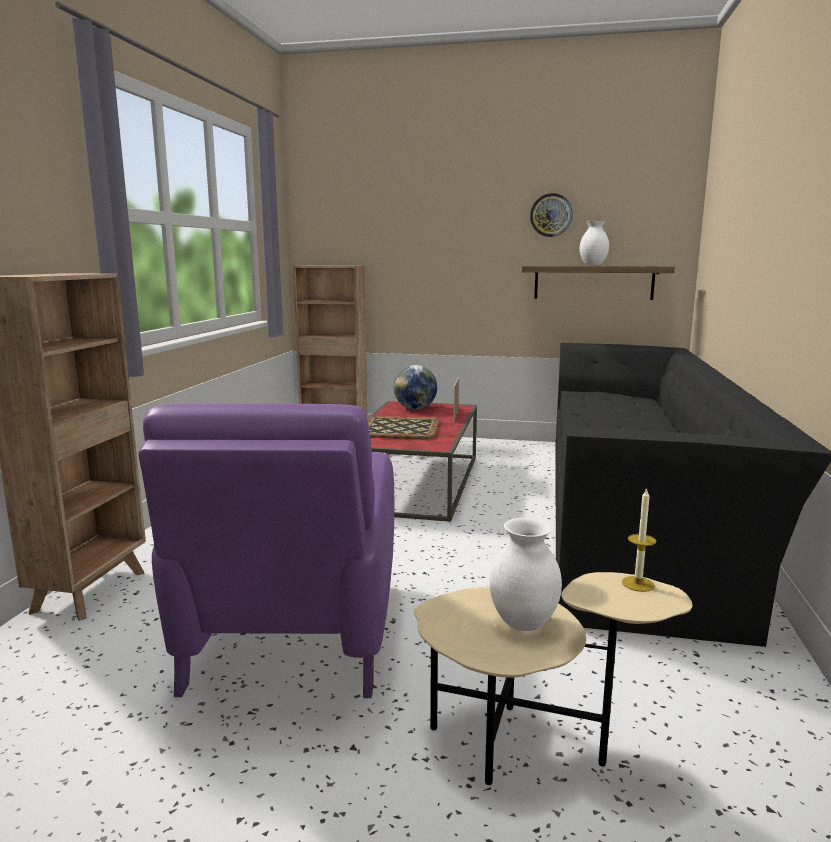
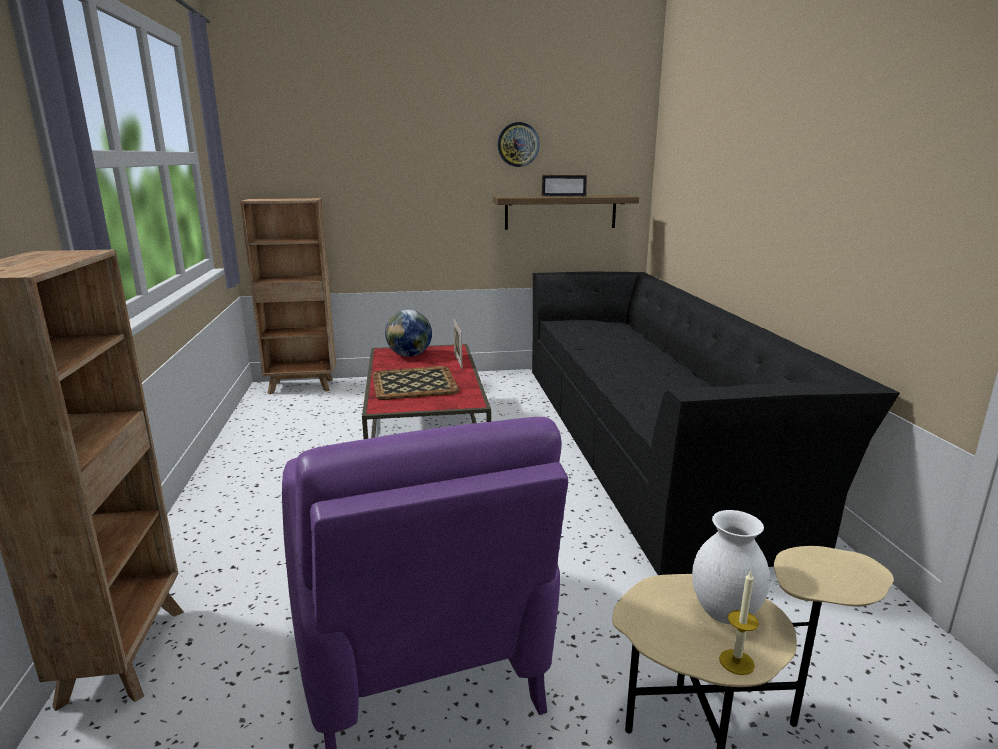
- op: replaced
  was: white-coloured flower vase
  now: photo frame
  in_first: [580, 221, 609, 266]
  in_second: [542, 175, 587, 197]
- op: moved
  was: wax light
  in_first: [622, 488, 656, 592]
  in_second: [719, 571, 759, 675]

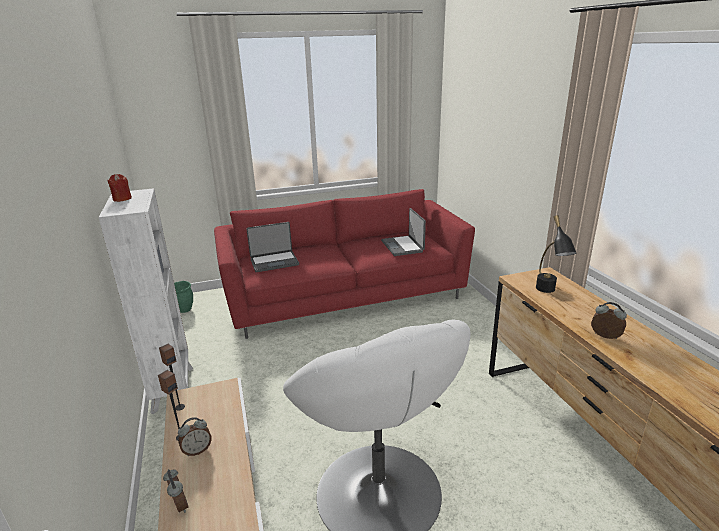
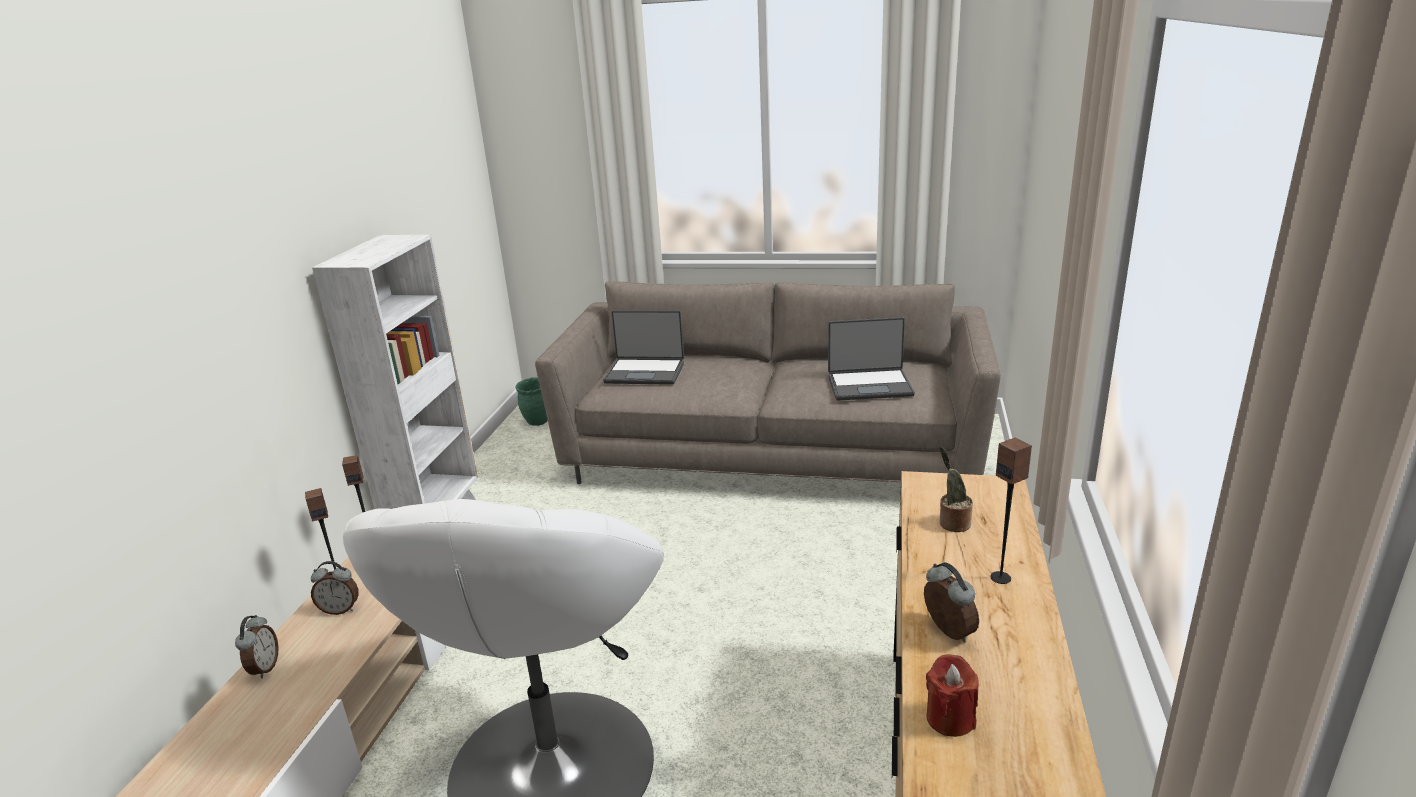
- op: moved
  was: red wax light
  in_first: [108, 174, 132, 202]
  in_second: [926, 654, 979, 737]
- op: recoloured
  was: red couch
  now: beige-coloured couch
  in_first: [214, 189, 475, 339]
  in_second: [535, 281, 1001, 484]
- op: turned
  was: notebook computer
  in_first: [381, 208, 426, 256]
  in_second: [828, 317, 915, 401]
  clockwise: -105
- op: replaced
  was: black table lamp
  now: plant in a pot
  in_first: [536, 215, 576, 293]
  in_second: [939, 446, 973, 532]
- op: added
  now: loudspeaker
  in_second: [990, 437, 1032, 584]

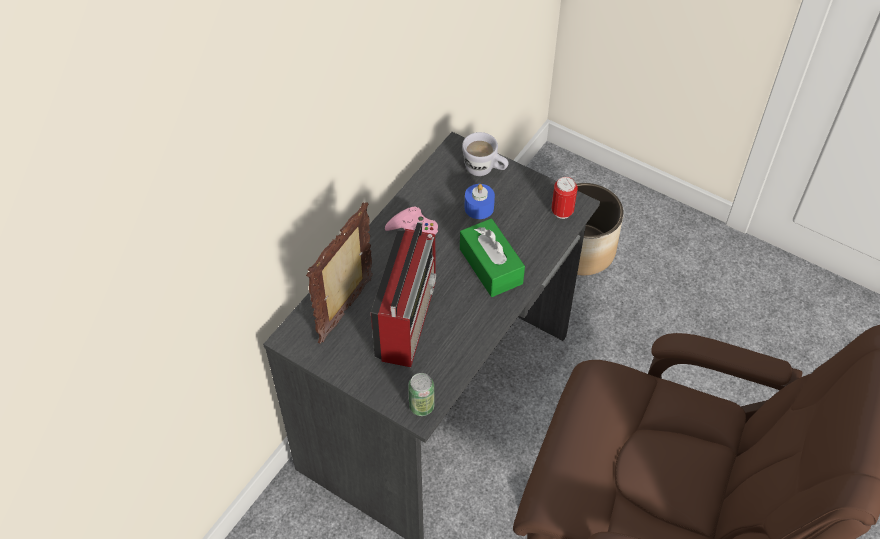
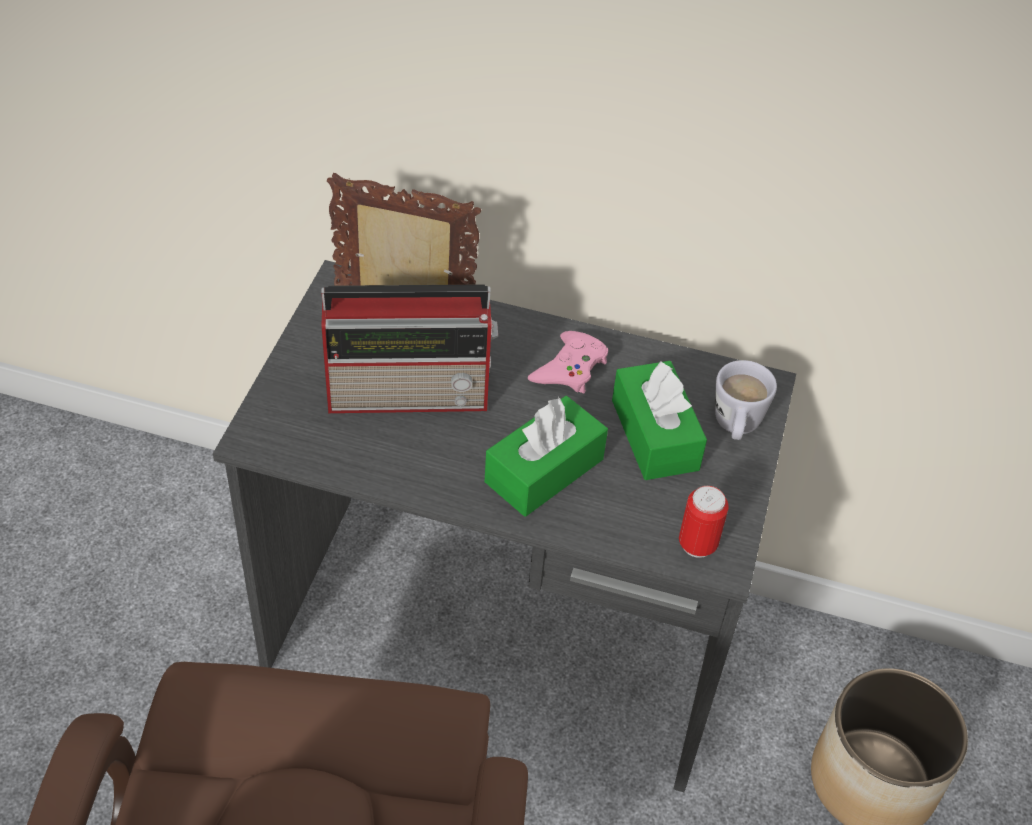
- op: removed
  was: can
  in_first: [408, 373, 434, 416]
- op: replaced
  was: bluish wax light
  now: green-coloured tissue box
  in_first: [464, 184, 495, 219]
  in_second: [612, 361, 707, 480]

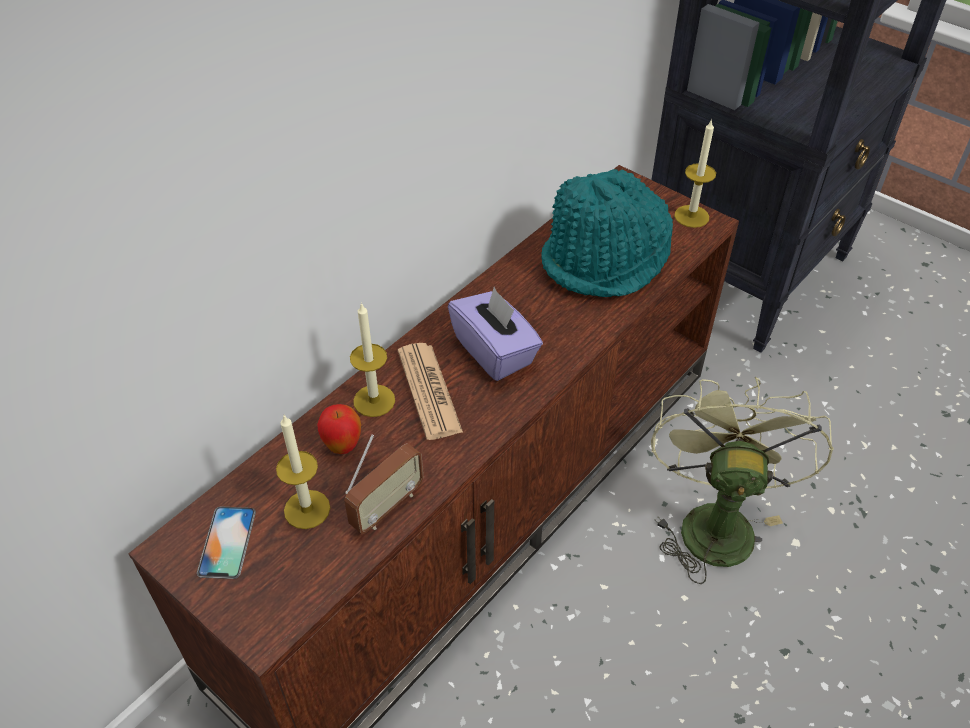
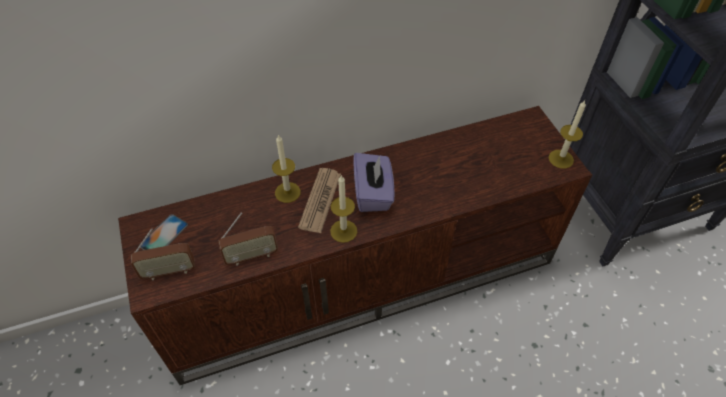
- op: moved
  was: wax light
  in_first: [276, 415, 330, 529]
  in_second: [330, 175, 357, 243]
- op: removed
  was: apple
  in_first: [317, 404, 361, 454]
- op: removed
  was: turquoise-coloured hat
  in_first: [541, 169, 673, 297]
- op: removed
  was: green-coloured cooling fan
  in_first: [651, 377, 834, 584]
- op: added
  now: radio set
  in_second: [131, 228, 195, 280]

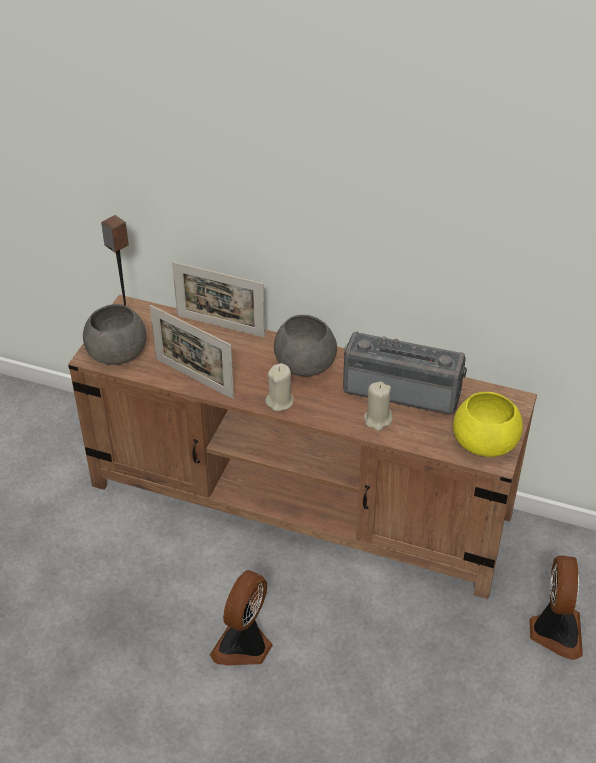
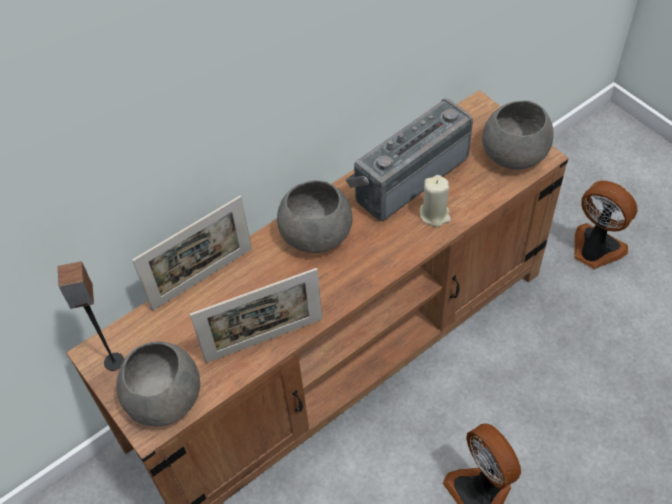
- op: removed
  was: beige-coloured wax light
  in_first: [265, 363, 294, 411]
- op: recoloured
  was: yellow-coloured bowl
  now: gray bowl
  in_first: [453, 392, 523, 457]
  in_second: [482, 101, 554, 170]

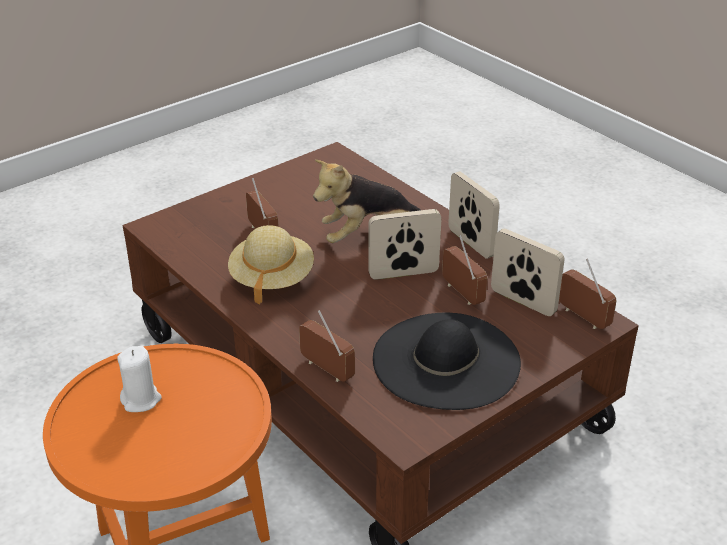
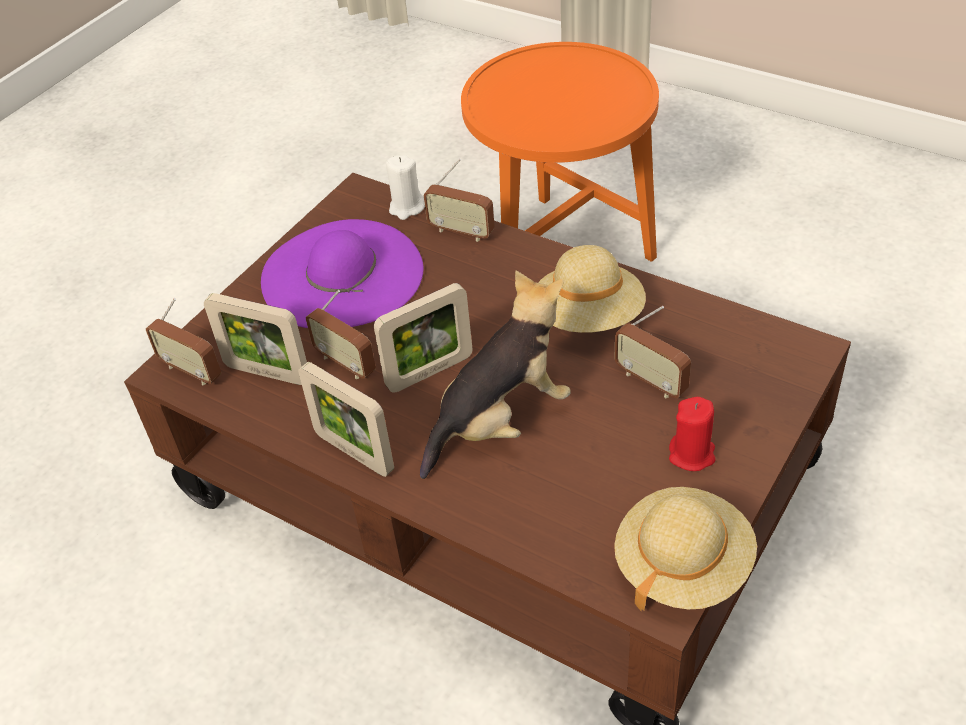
- op: moved
  was: white-coloured wax light
  in_first: [117, 346, 162, 412]
  in_second: [386, 155, 425, 220]
- op: recoloured
  was: black hat
  now: purplish hat
  in_first: [373, 313, 521, 410]
  in_second: [261, 219, 424, 328]
- op: added
  now: beige-coloured hat
  in_second: [614, 487, 757, 611]
- op: added
  now: red wax light
  in_second: [669, 397, 716, 471]

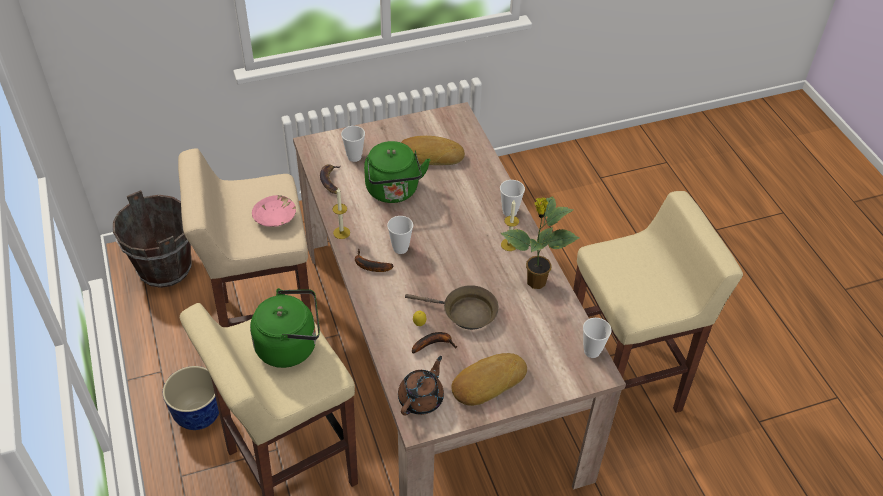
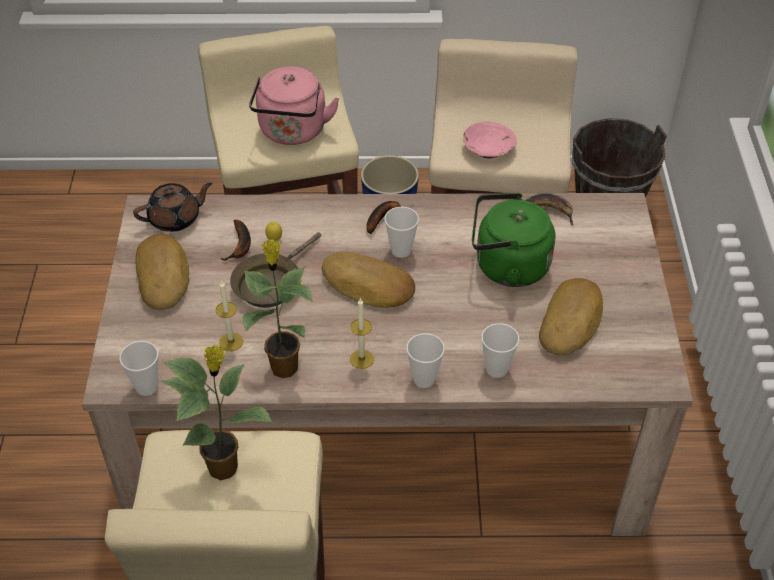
- op: recoloured
  was: green-coloured tea kettle
  now: pink-coloured tea kettle
  in_first: [250, 288, 320, 368]
  in_second: [249, 67, 340, 145]
- op: moved
  was: wax light
  in_first: [333, 188, 350, 239]
  in_second: [216, 280, 244, 351]
- op: moved
  was: small cup
  in_first: [341, 126, 365, 162]
  in_second: [481, 323, 520, 378]
- op: turned
  was: brown teapot
  in_first: [398, 356, 444, 416]
  in_second: [133, 183, 212, 232]
  clockwise: -75
- op: added
  now: plant in a pot
  in_second: [161, 345, 273, 480]
- op: added
  now: baked bread
  in_second: [322, 252, 415, 308]

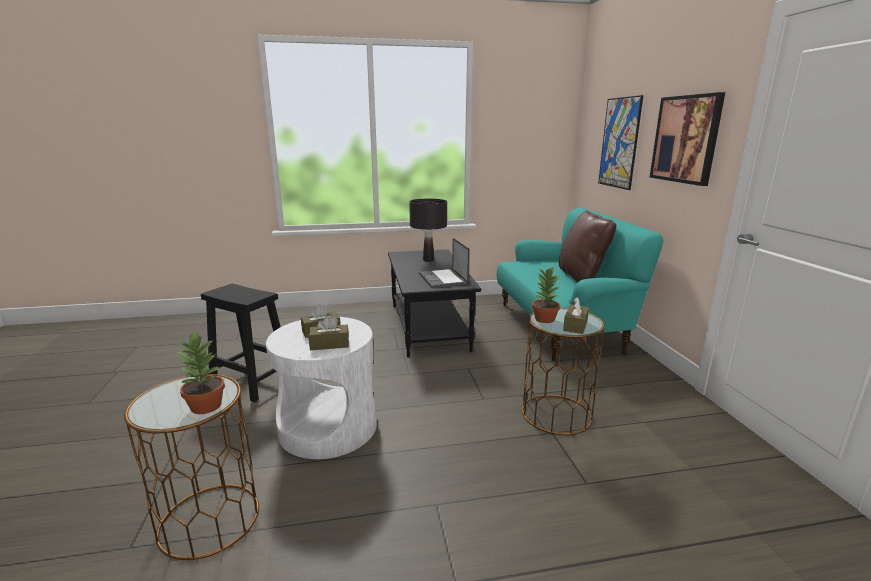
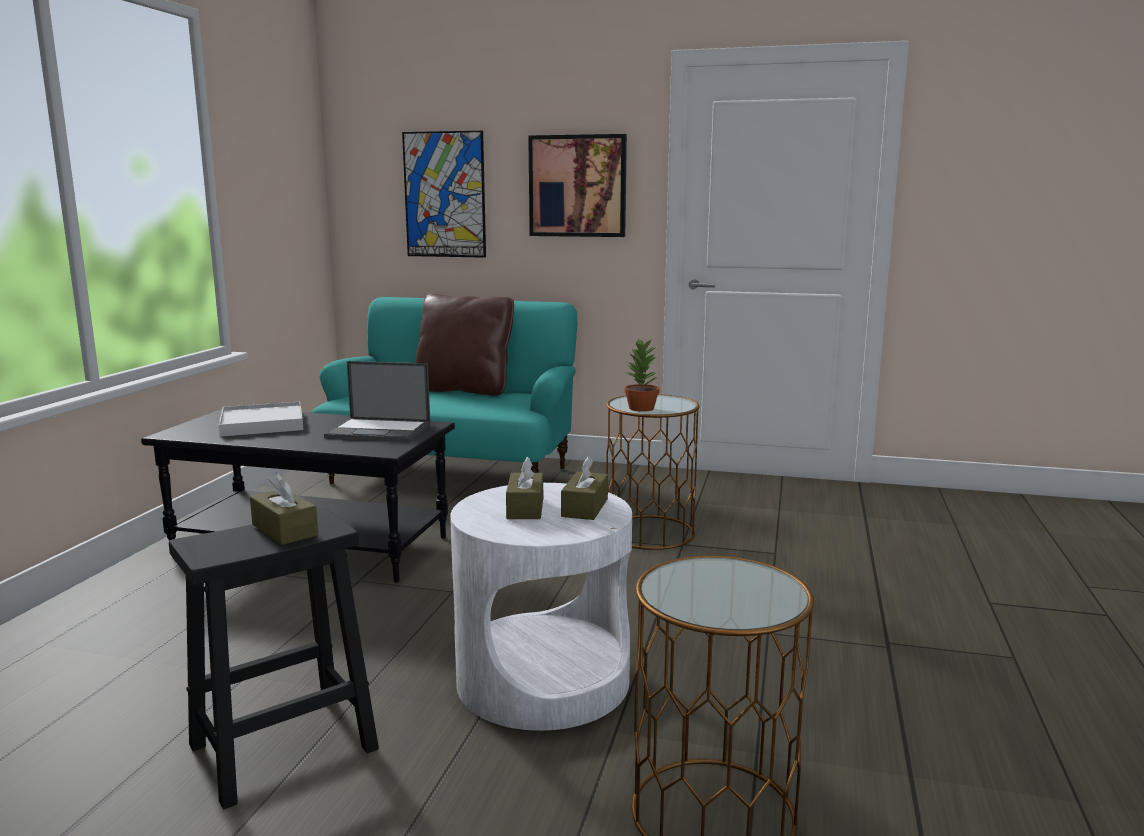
- op: removed
  was: plant in a pot
  in_first: [176, 331, 225, 414]
- op: replaced
  was: black table lamp
  now: white-coloured carrying tray
  in_first: [409, 199, 447, 262]
  in_second: [219, 402, 303, 437]
- op: moved
  was: brown tissue box
  in_first: [563, 297, 589, 334]
  in_second: [250, 472, 318, 545]

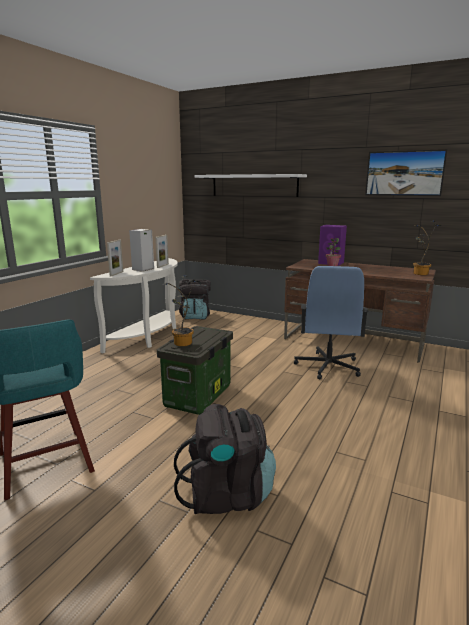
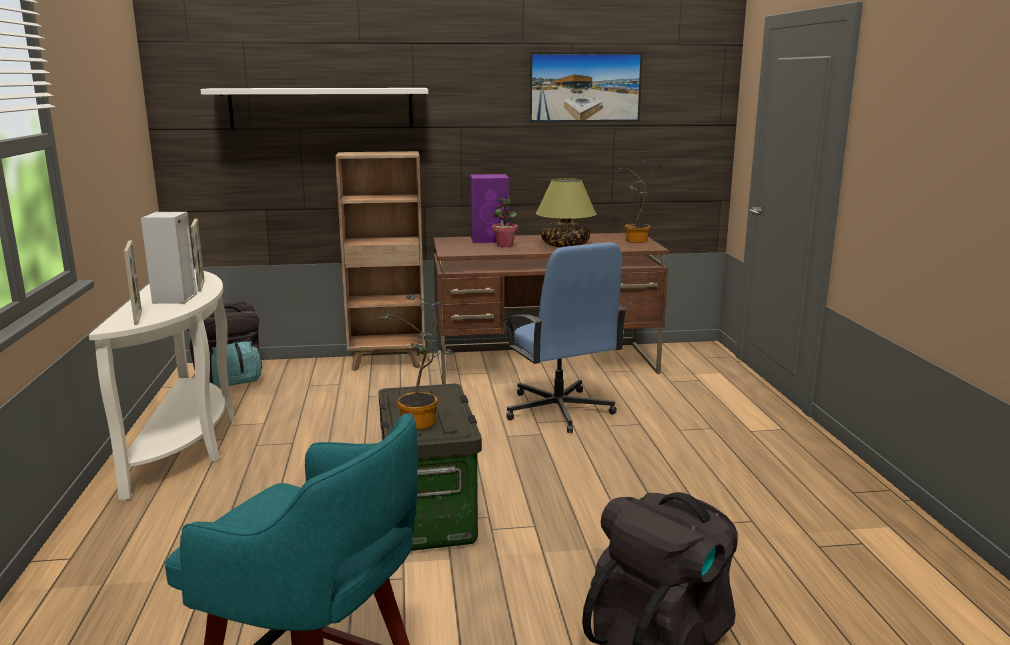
- op: added
  now: brown shelving unit
  in_second: [335, 151, 425, 371]
- op: added
  now: table lamp
  in_second: [536, 178, 596, 247]

